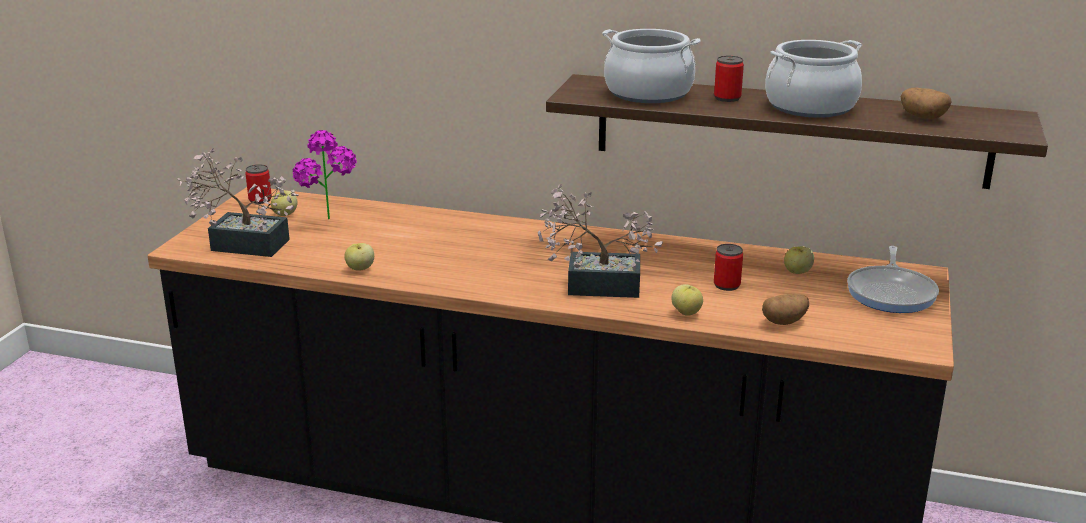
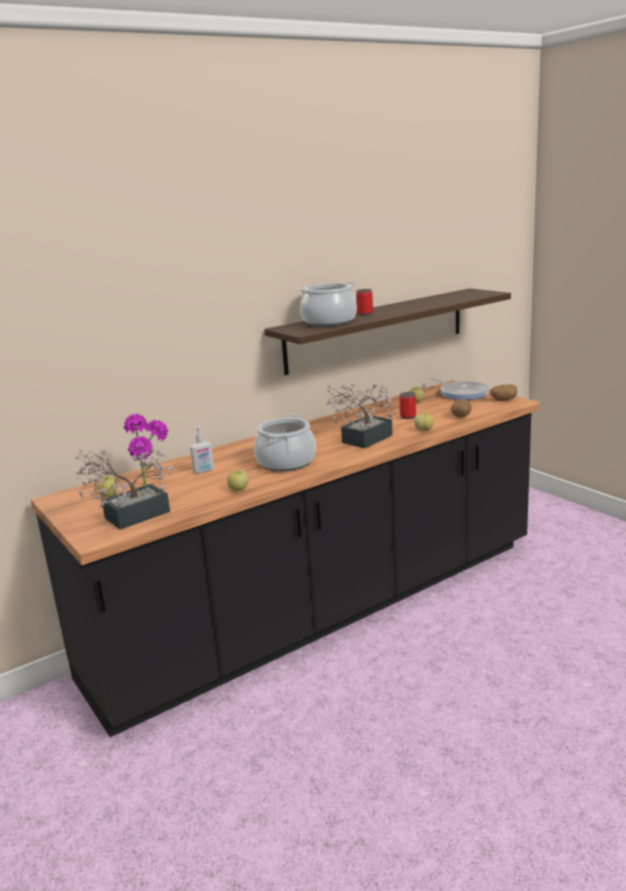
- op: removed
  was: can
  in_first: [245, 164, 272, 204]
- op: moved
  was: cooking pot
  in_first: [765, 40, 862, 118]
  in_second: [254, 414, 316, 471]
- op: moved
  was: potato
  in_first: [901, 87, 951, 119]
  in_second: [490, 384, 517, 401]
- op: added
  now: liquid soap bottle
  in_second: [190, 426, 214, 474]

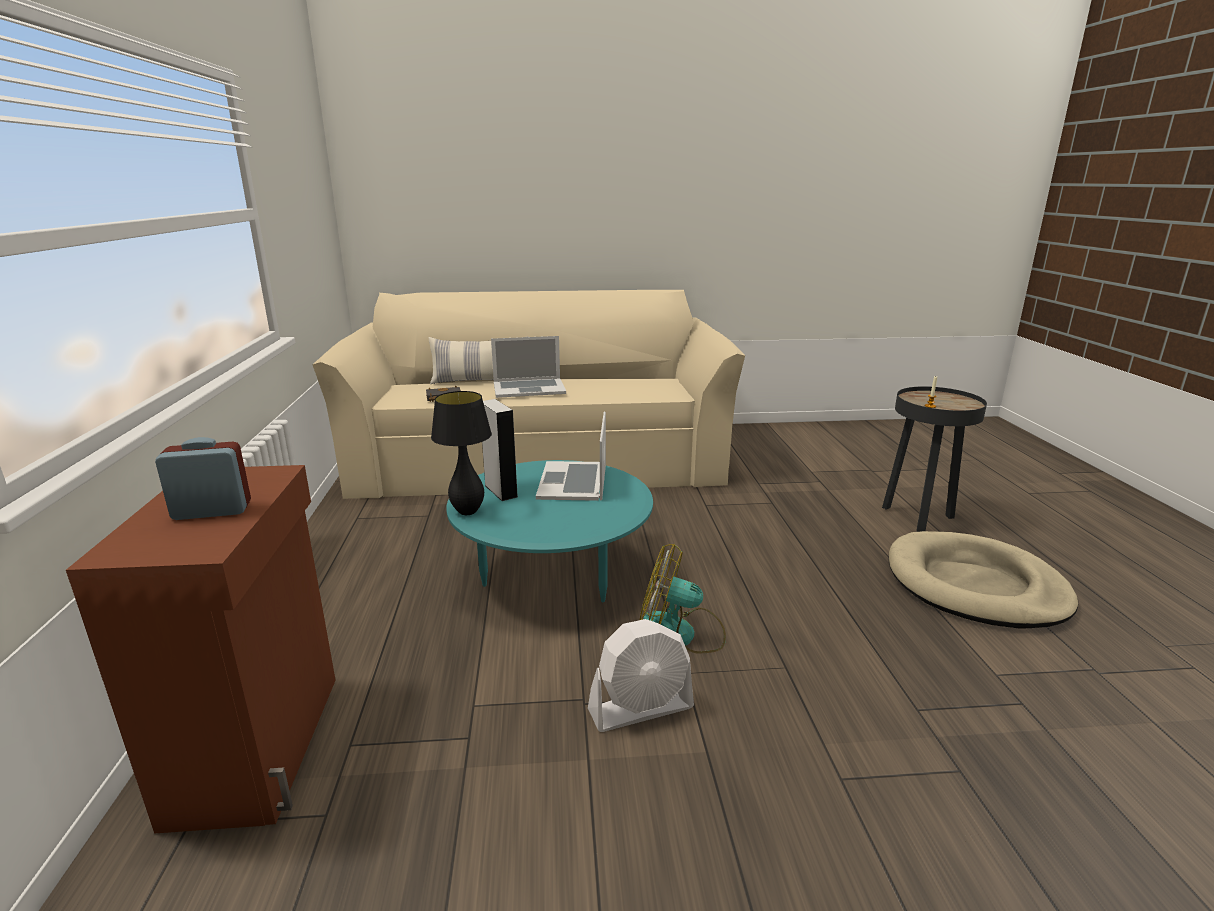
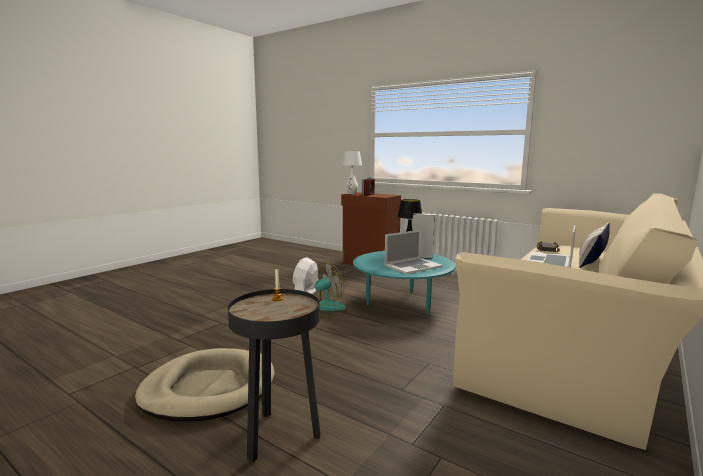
- op: turned
  was: notebook computer
  in_first: [536, 412, 606, 501]
  in_second: [384, 230, 443, 274]
  clockwise: 105
- op: added
  now: white-coloured table lamp
  in_second: [342, 151, 362, 194]

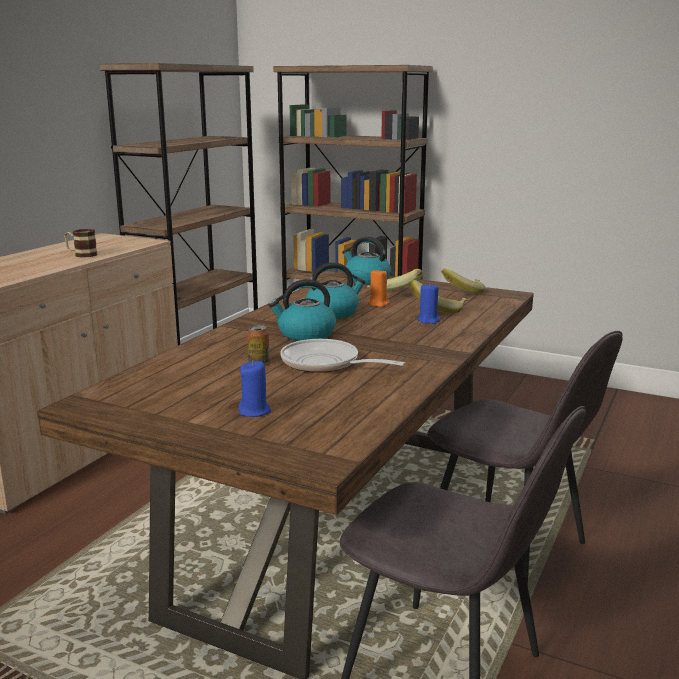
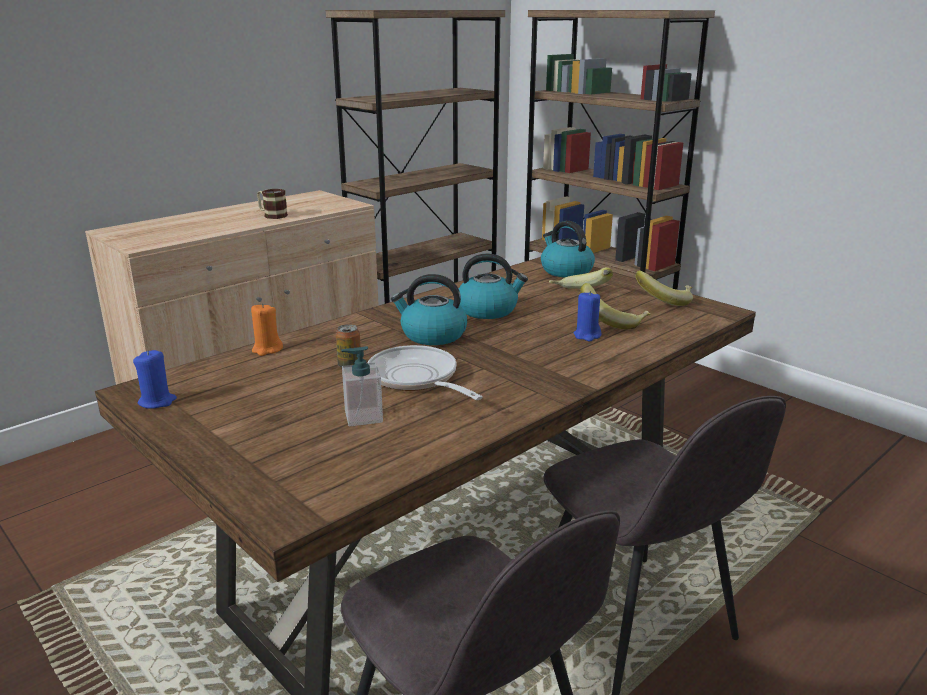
- op: moved
  was: bluish wax light
  in_first: [239, 361, 271, 417]
  in_second: [133, 350, 177, 409]
- op: moved
  was: orange-coloured wax light
  in_first: [368, 268, 389, 307]
  in_second: [251, 303, 283, 356]
- op: added
  now: liquid soap bottle
  in_second: [341, 346, 383, 426]

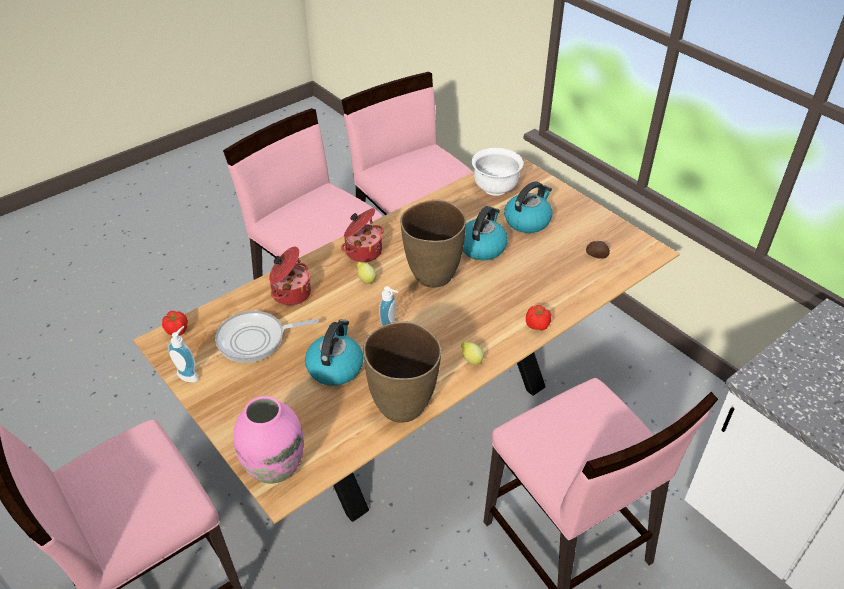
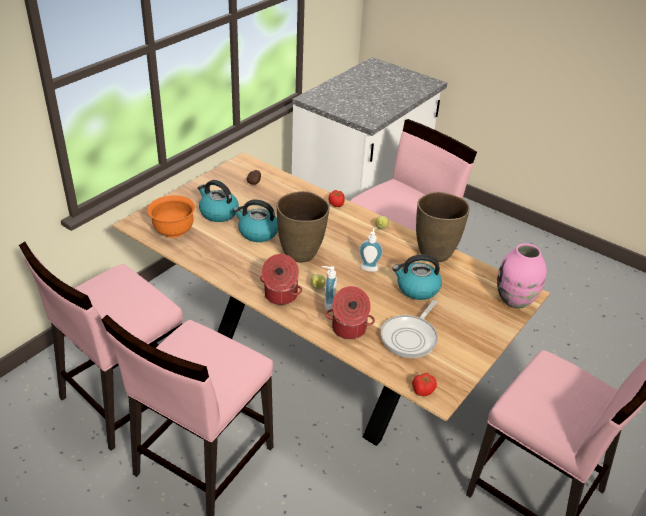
- op: moved
  was: liquid soap bottle
  in_first: [167, 326, 199, 383]
  in_second: [322, 266, 337, 311]
- op: turned
  was: skillet
  in_first: [215, 311, 319, 363]
  in_second: [381, 300, 438, 358]
  clockwise: 60
- op: recoloured
  was: white-coloured bowl
  now: orange-coloured bowl
  in_first: [472, 148, 523, 196]
  in_second: [147, 195, 195, 238]

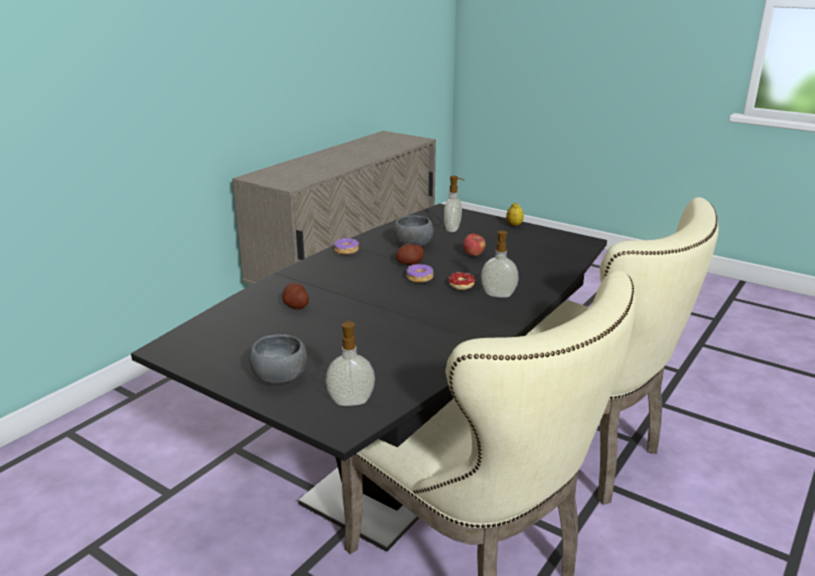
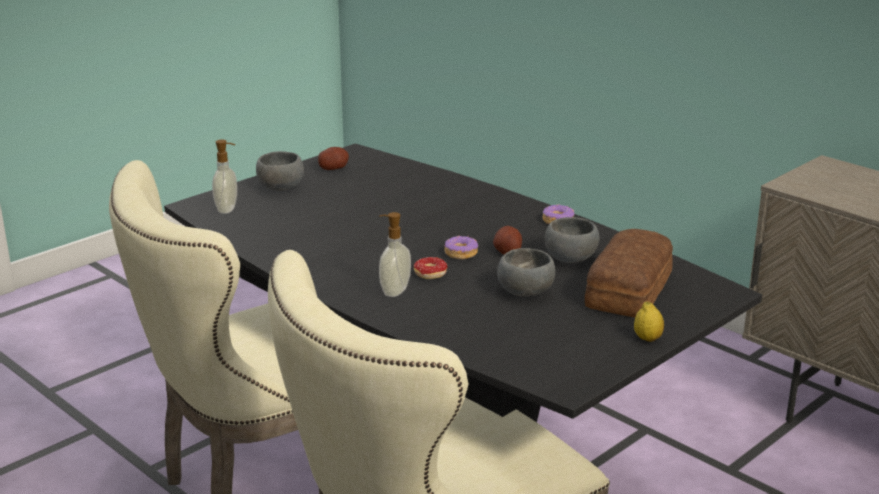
- op: moved
  was: potato
  in_first: [282, 283, 309, 309]
  in_second: [318, 147, 349, 170]
- op: replaced
  was: liquid soap bottle
  now: baked bread
  in_first: [444, 176, 464, 232]
  in_second: [585, 229, 673, 318]
- op: replaced
  was: apple
  now: gray bowl
  in_first: [463, 234, 485, 256]
  in_second: [497, 248, 555, 297]

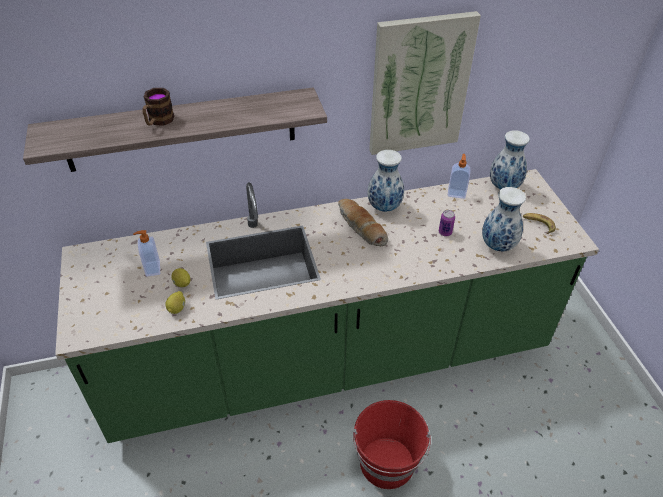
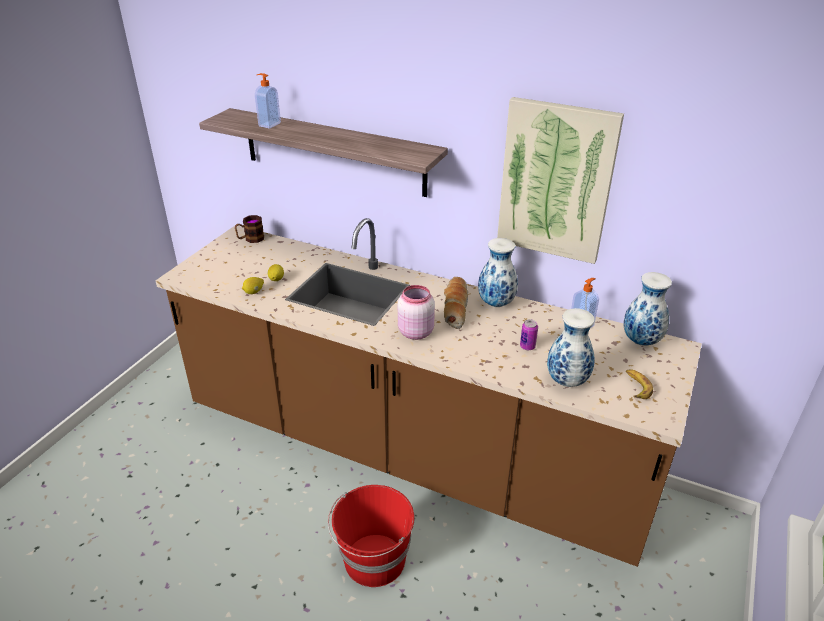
- op: recoloured
  was: green-coloured counter
  now: brown counter
  in_first: [55, 169, 599, 443]
  in_second: [155, 218, 702, 567]
- op: moved
  was: liquid soap bottle
  in_first: [133, 230, 160, 277]
  in_second: [255, 73, 281, 129]
- op: moved
  was: tea mug
  in_first: [142, 88, 174, 126]
  in_second: [235, 215, 264, 243]
- op: added
  now: pink-coloured storage jar
  in_second: [398, 285, 435, 340]

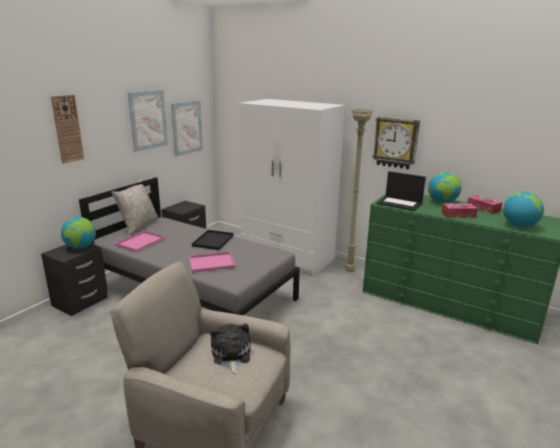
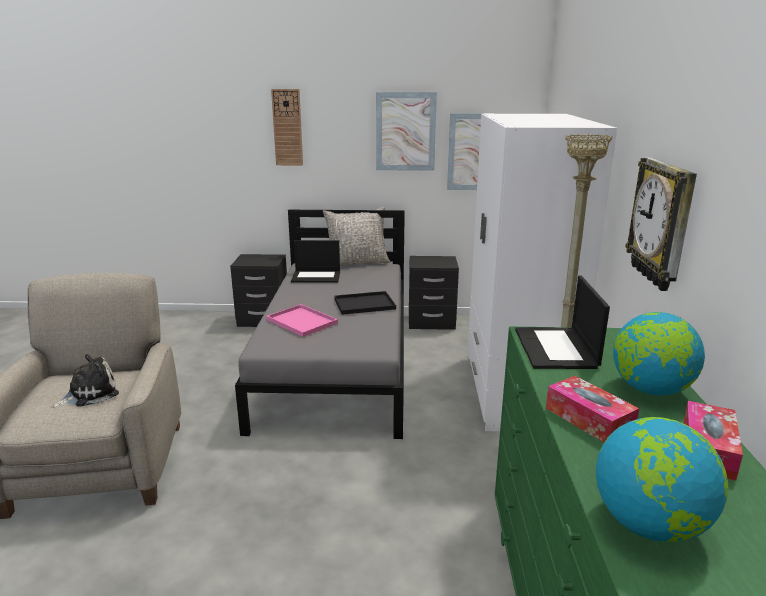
- op: removed
  was: desk globe
  in_first: [61, 217, 96, 249]
- op: replaced
  was: pink-coloured carrying tray
  now: notebook computer
  in_first: [115, 231, 165, 252]
  in_second: [291, 240, 340, 283]

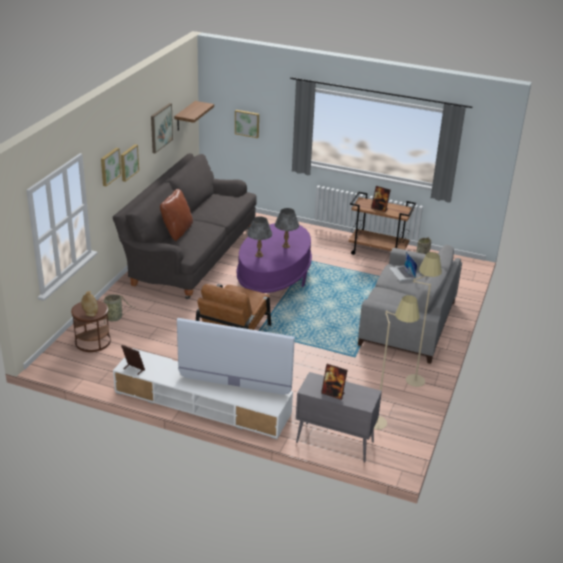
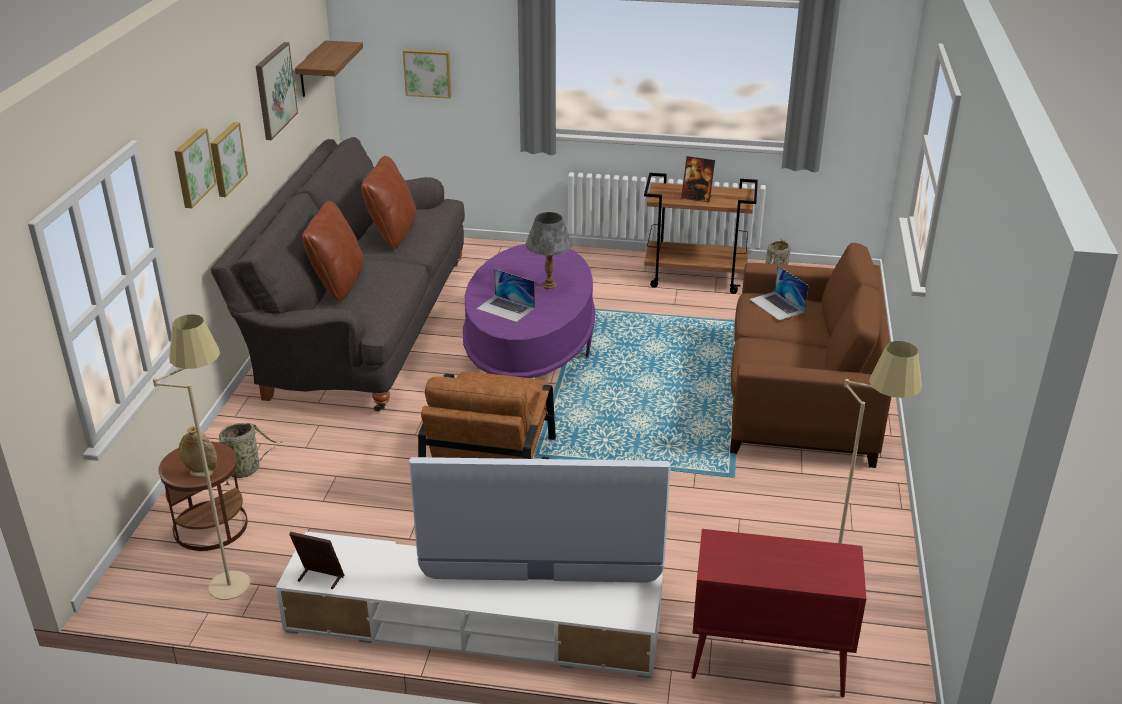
- op: replaced
  was: gray table lamp
  now: notebook computer
  in_first: [247, 216, 272, 257]
  in_second: [477, 269, 535, 322]
- op: recoloured
  was: gray storage cabinet
  now: red storage cabinet
  in_first: [296, 372, 382, 462]
  in_second: [691, 529, 866, 698]
- op: removed
  was: photo frame
  in_first: [321, 364, 348, 400]
- op: recoloured
  was: gray couch
  now: brown couch
  in_first: [358, 245, 462, 364]
  in_second: [730, 243, 891, 468]
- op: moved
  was: beige-coloured standing lamp
  in_first: [406, 252, 442, 387]
  in_second: [153, 314, 250, 600]
- op: added
  now: brown pillow
  in_second: [361, 155, 417, 249]

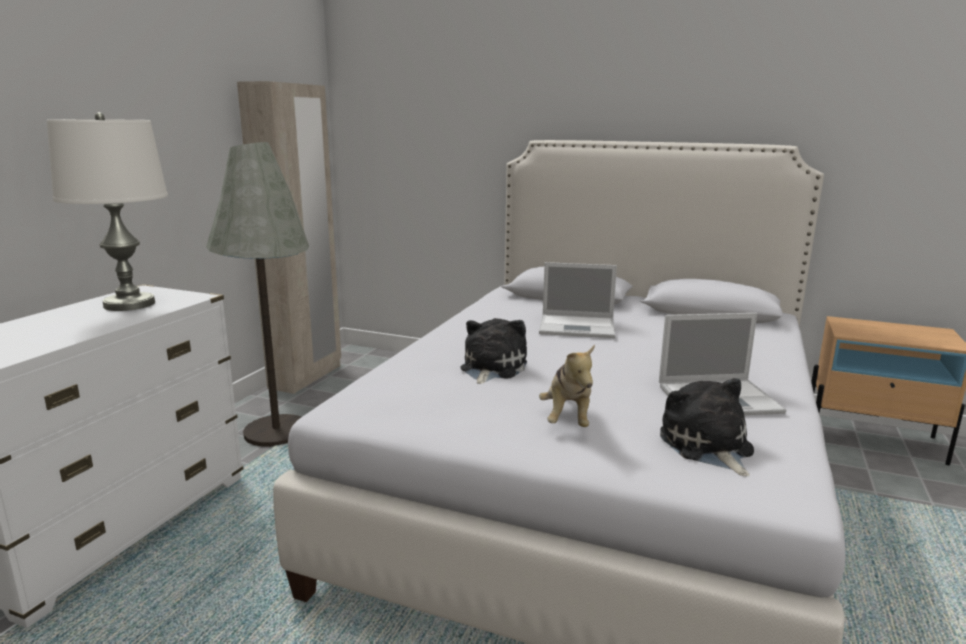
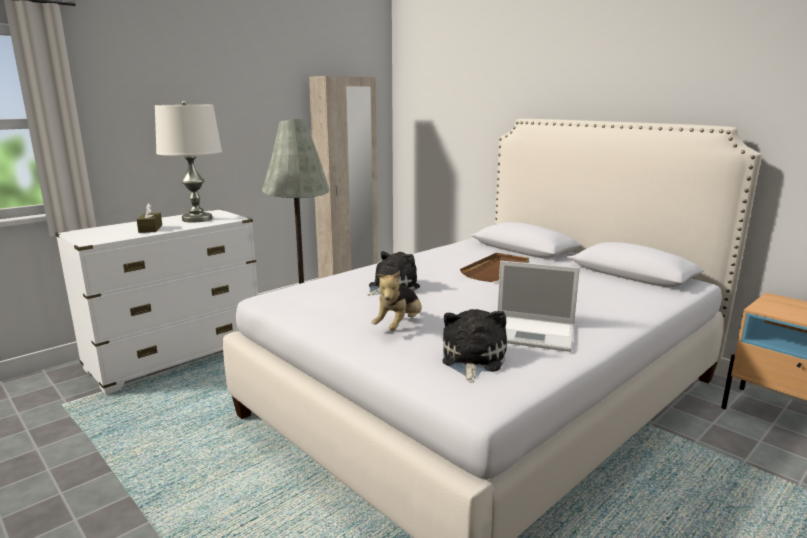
- op: replaced
  was: notebook computer
  now: brown carrying tray
  in_first: [539, 262, 617, 338]
  in_second: [460, 253, 529, 282]
- op: added
  now: brown tissue box
  in_second: [137, 203, 162, 233]

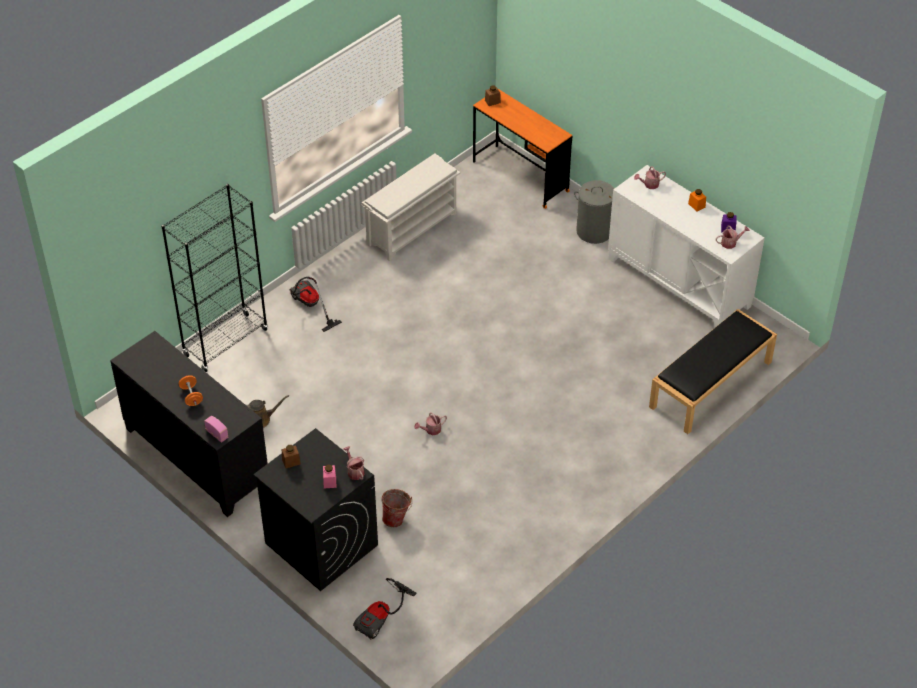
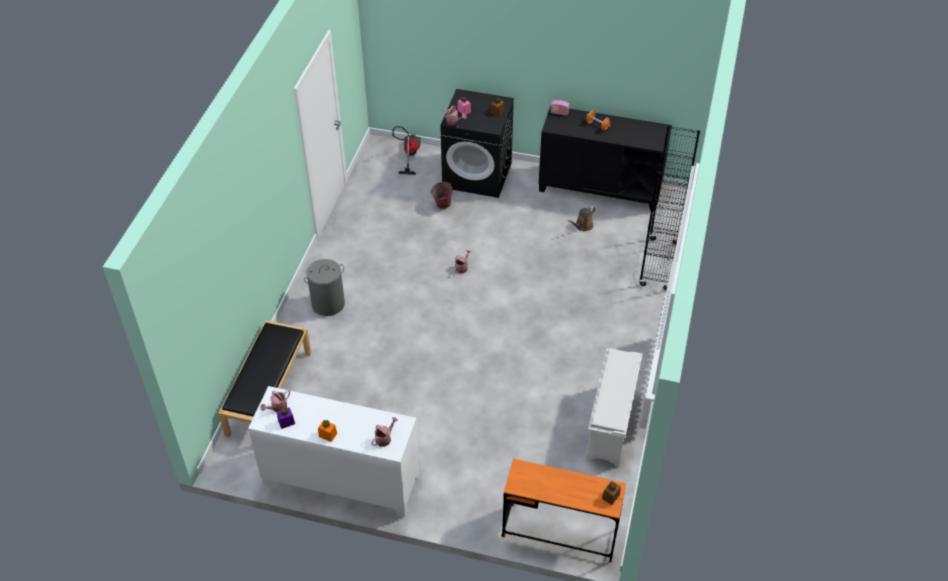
- op: removed
  was: vacuum
  in_first: [289, 277, 342, 332]
- op: moved
  was: gray washing basket
  in_first: [574, 180, 614, 244]
  in_second: [304, 259, 345, 316]

